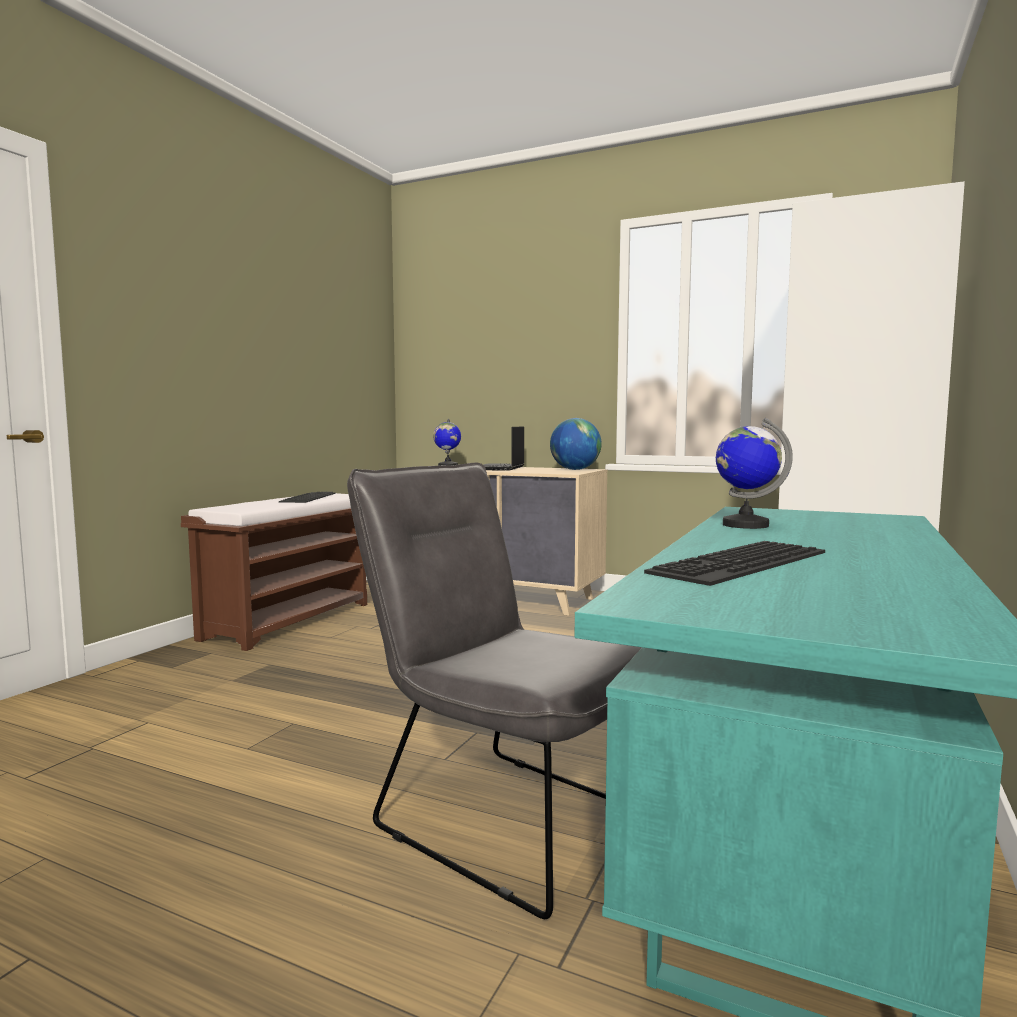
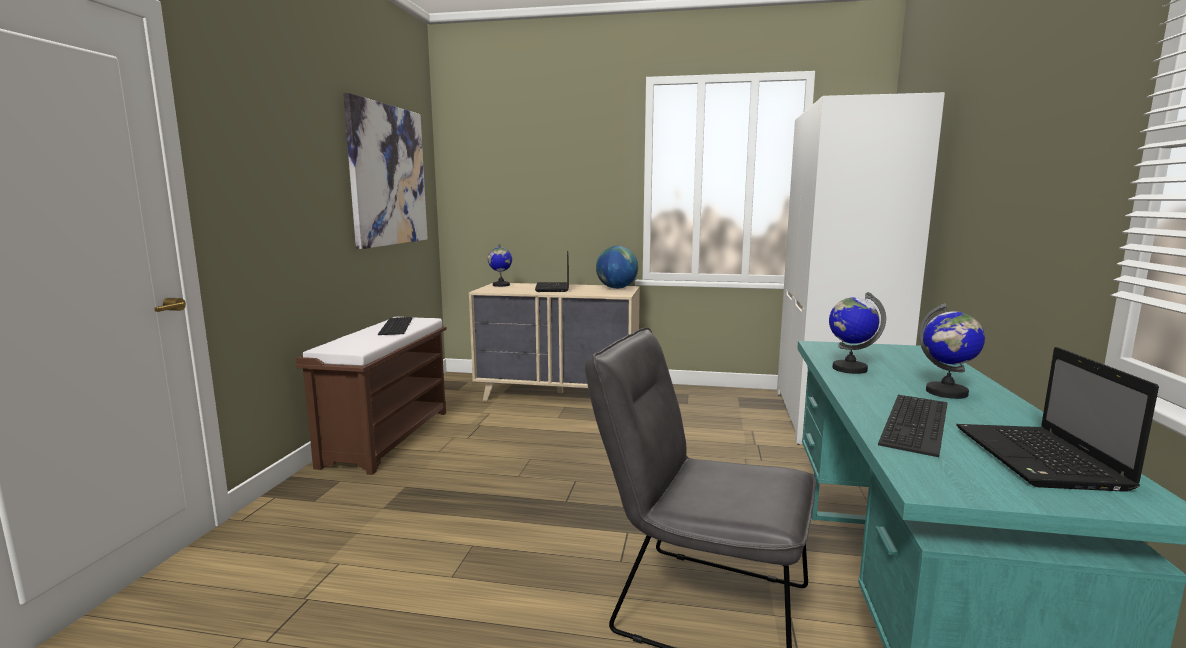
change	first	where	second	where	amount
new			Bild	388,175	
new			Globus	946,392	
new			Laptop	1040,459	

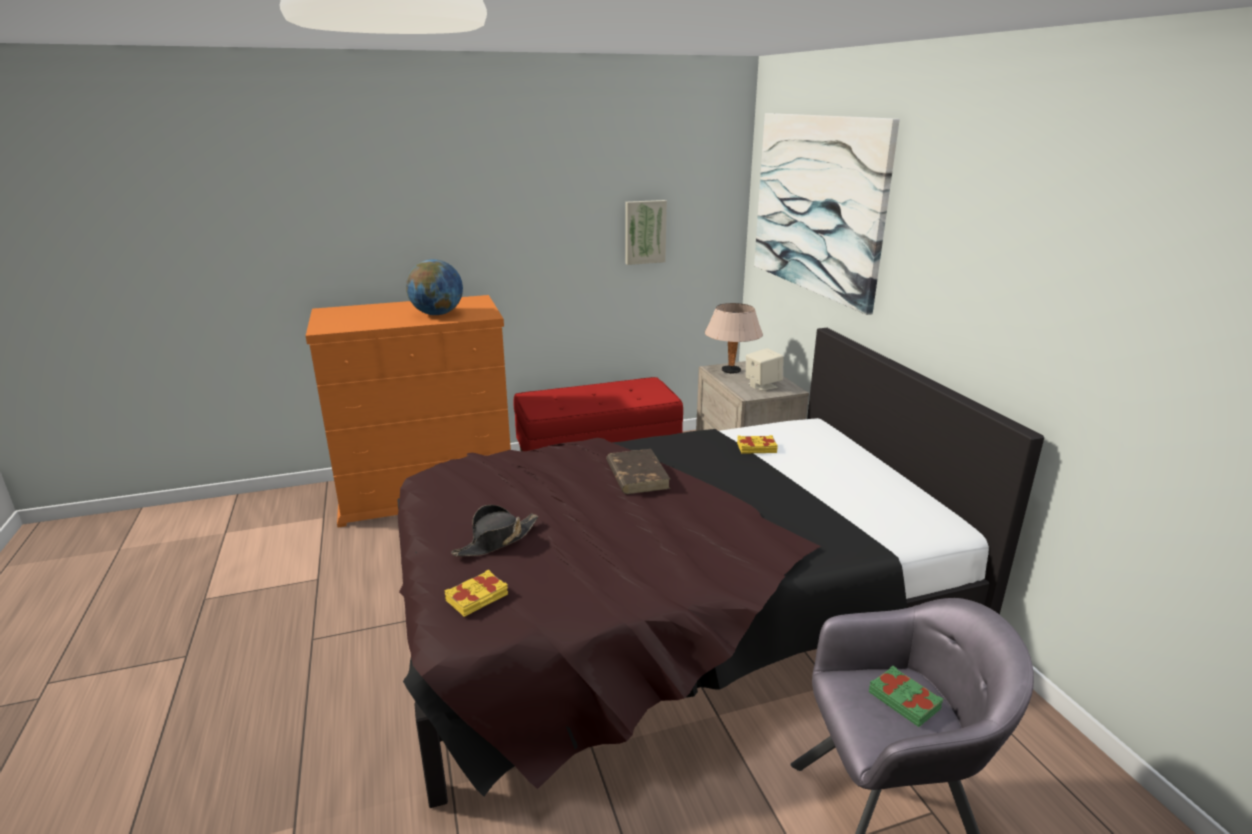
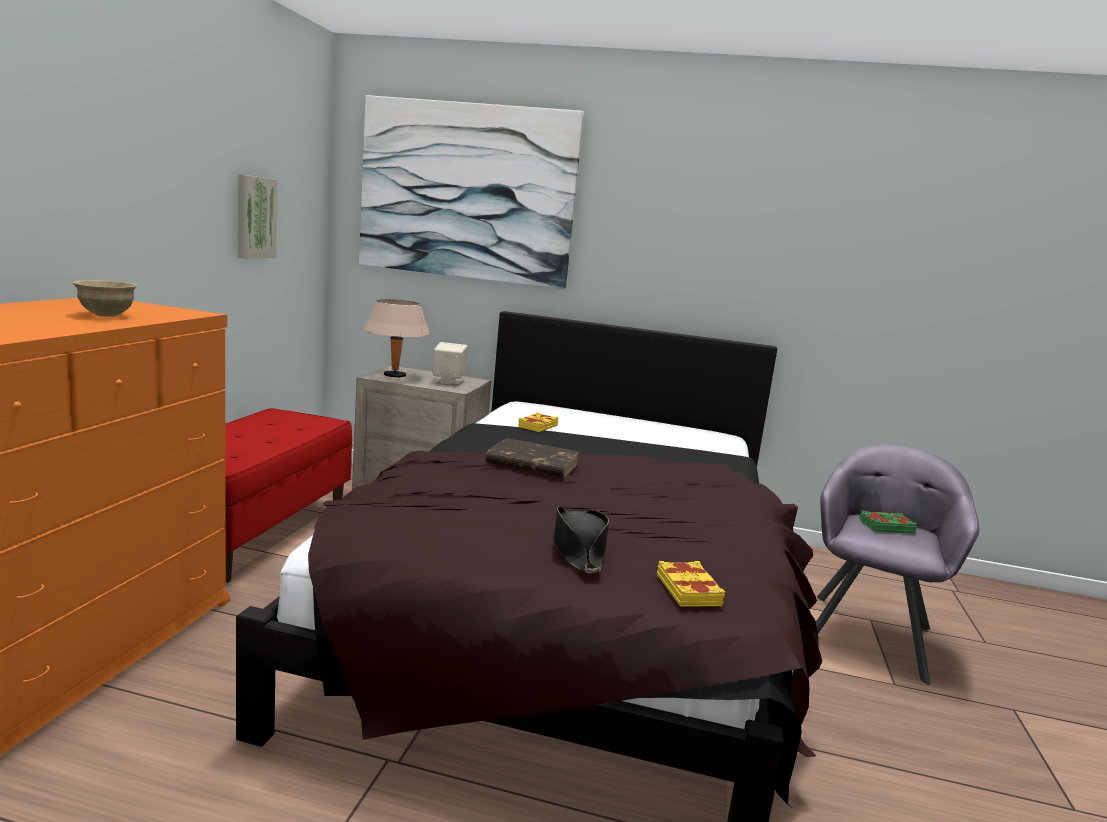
change	first	where	second	where	amount
swapped	Globus	437,314	Schüssel [beige]	106,315	

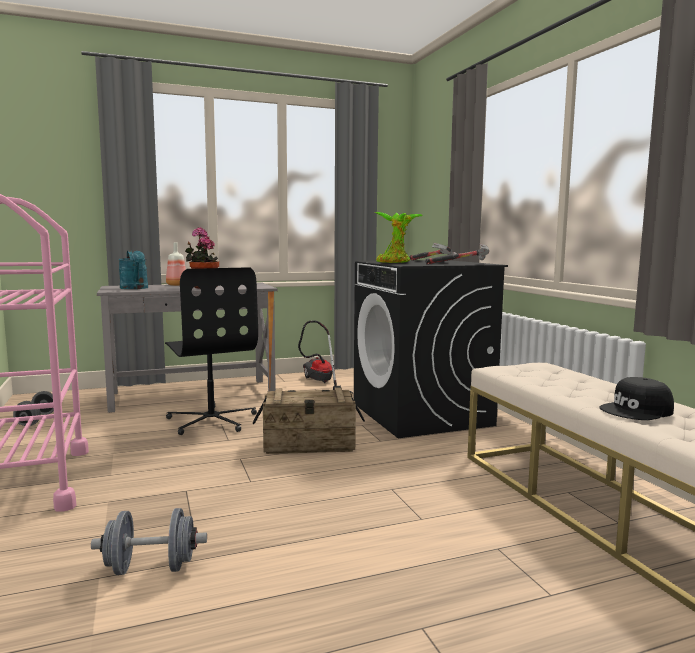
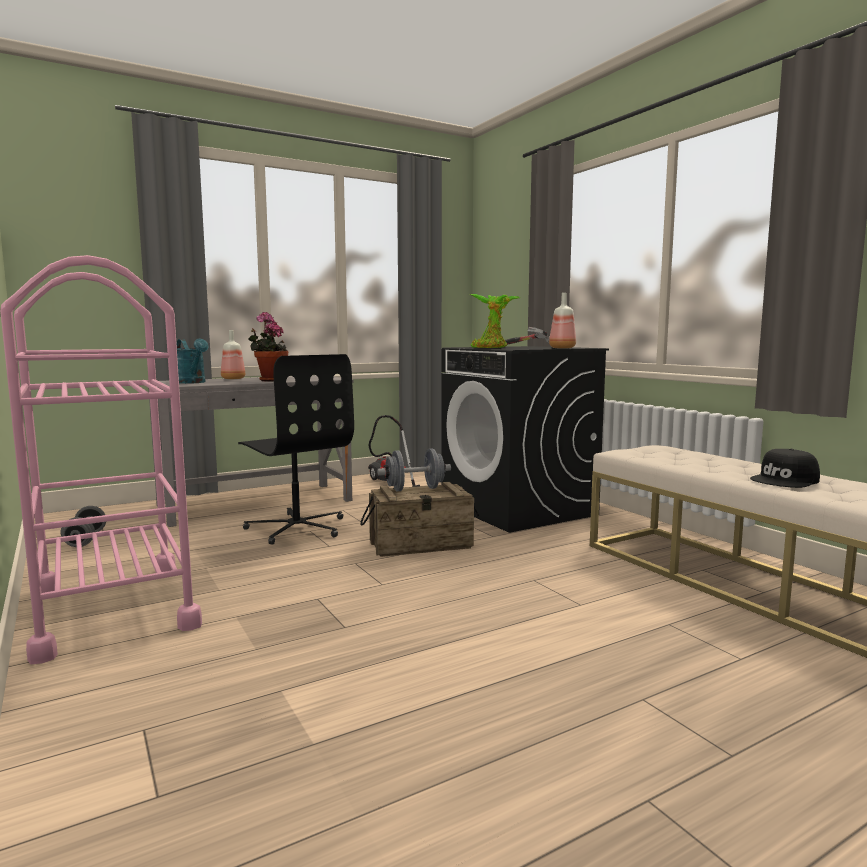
change	first	where	second	where	amount
shifted	Hantel [grau]	151,568		414,489	
swapped	Hammer	459,264	Flasche	562,348	

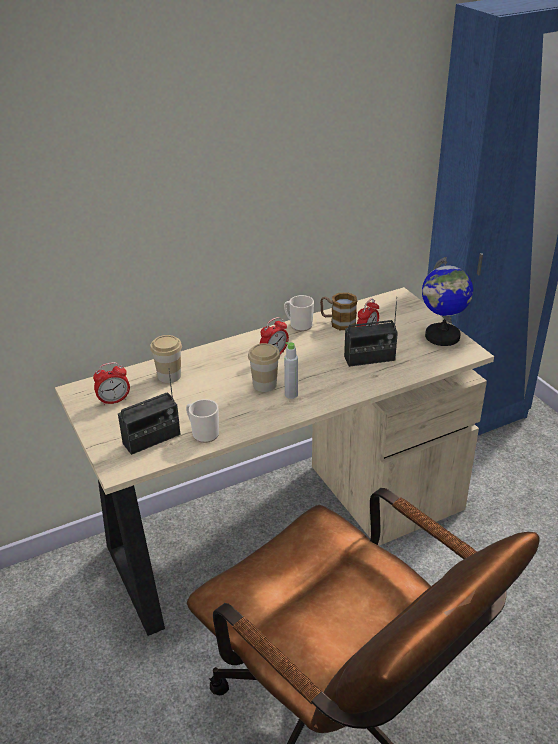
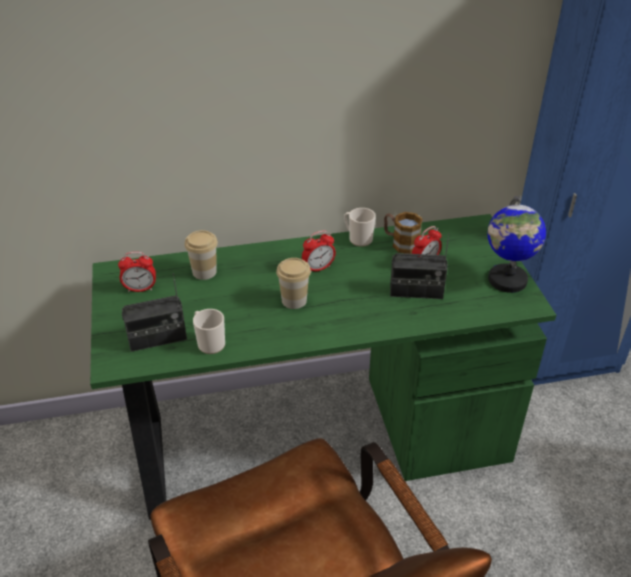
change	first	where	second	where	amount
repainted	Schreibtisch [beige]	281,527	Schreibtisch [grün]	315,437	
gone	Flasche [grau]	291,394			

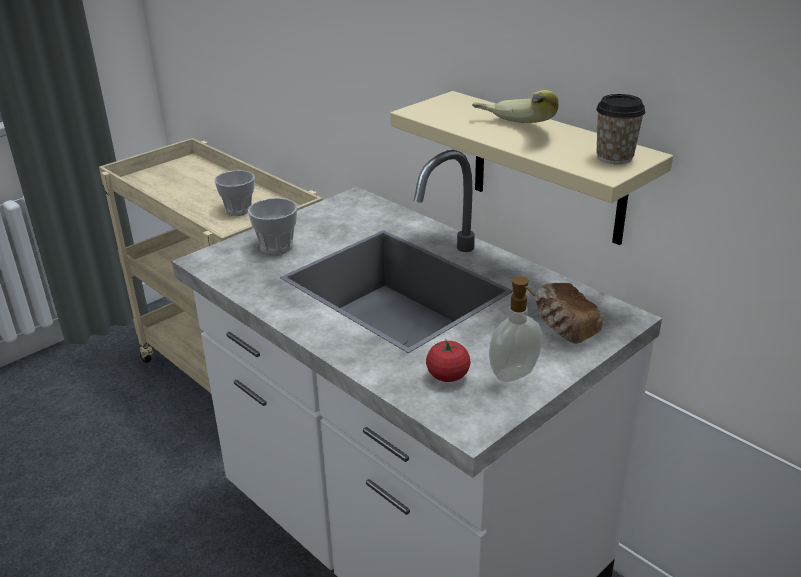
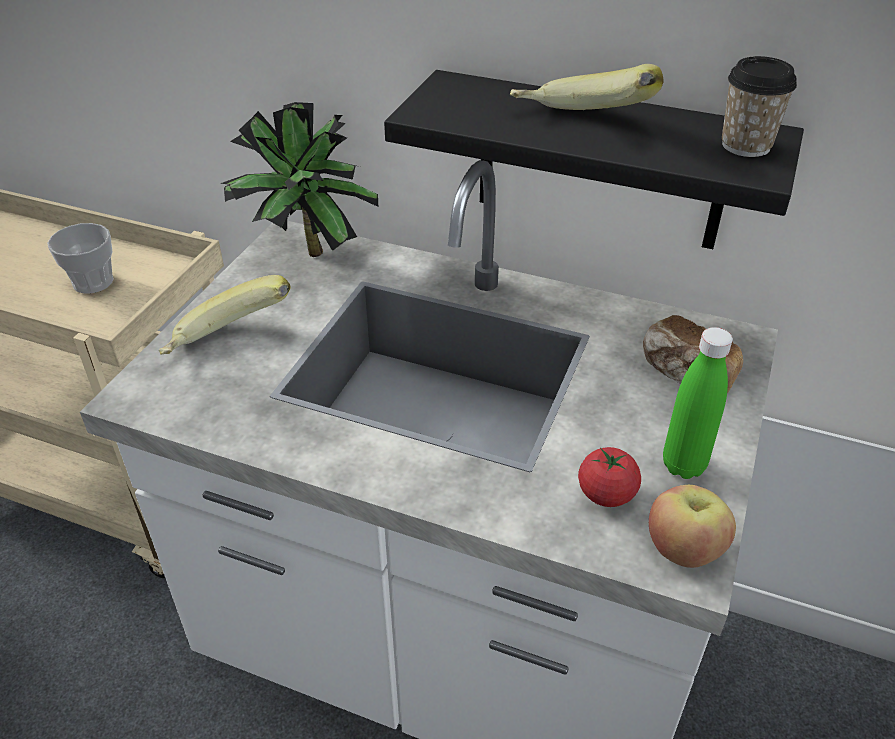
change	first	where	second	where	amount
swapped	Tasse	276,246	Banane	229,345	
repainted	Wandregal [beige]	548,168	Wandregal [schwarz]	600,162	
swapped	Seifenspender	515,375	Flasche [grün]	683,465	
new			Topfpflanze	304,254	
new			Apfel	684,548	

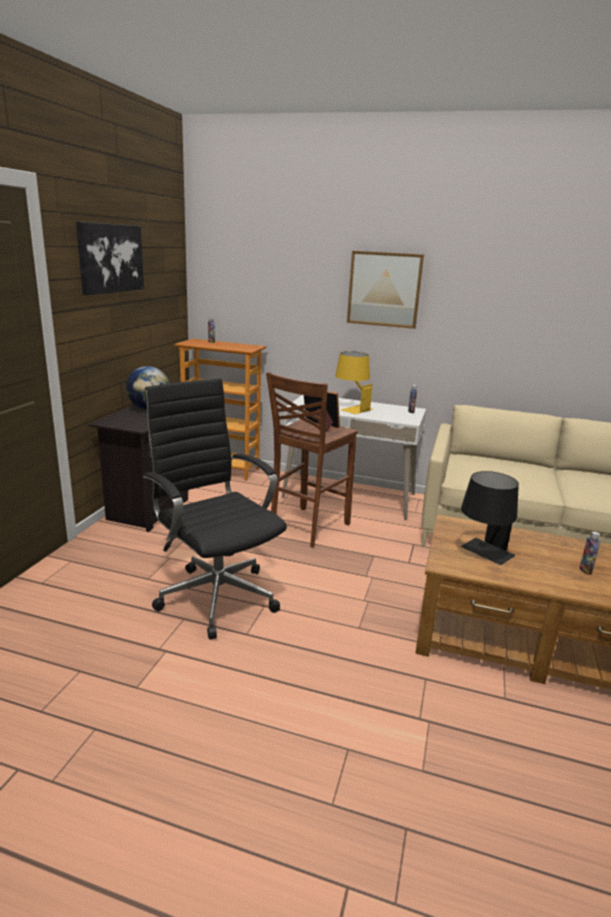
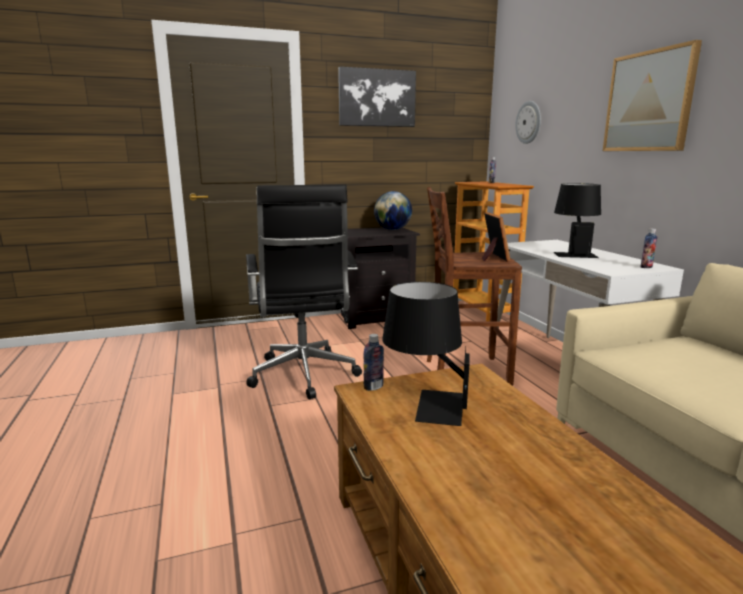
change	first	where	second	where	amount
rotated	Bürostuhl [schwarz]	215,595		304,376	150 degrees clockwise
repainted	Tischlampe [gelb]	351,408	Tischlampe [schwarz]	573,253	
shifted	Flasche	585,570		373,387	
new			Wanduhr	529,122	

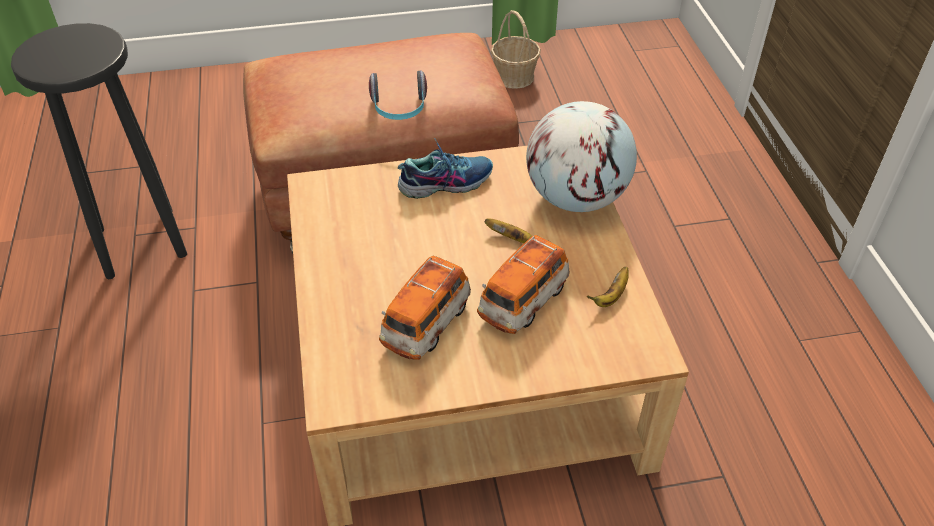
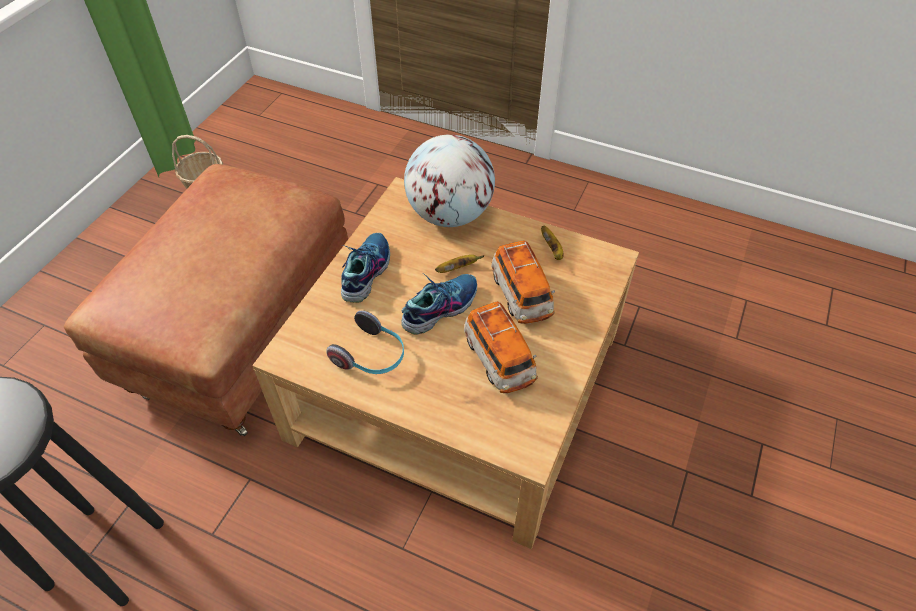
change	first	where	second	where	amount
shifted	Kopfhörer	399,109		371,356	
new			Schuh	440,308	

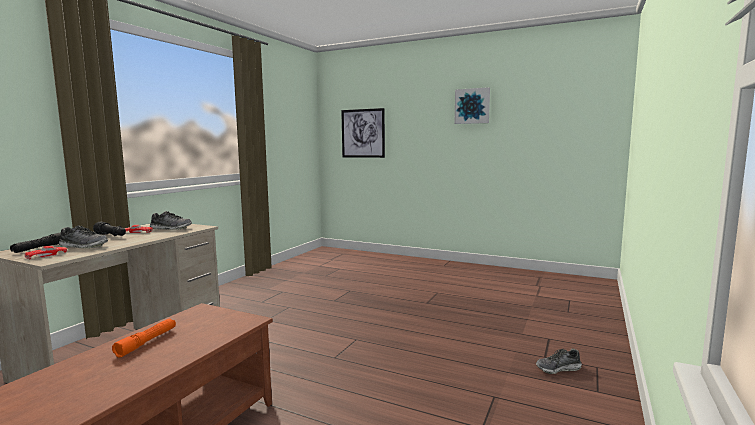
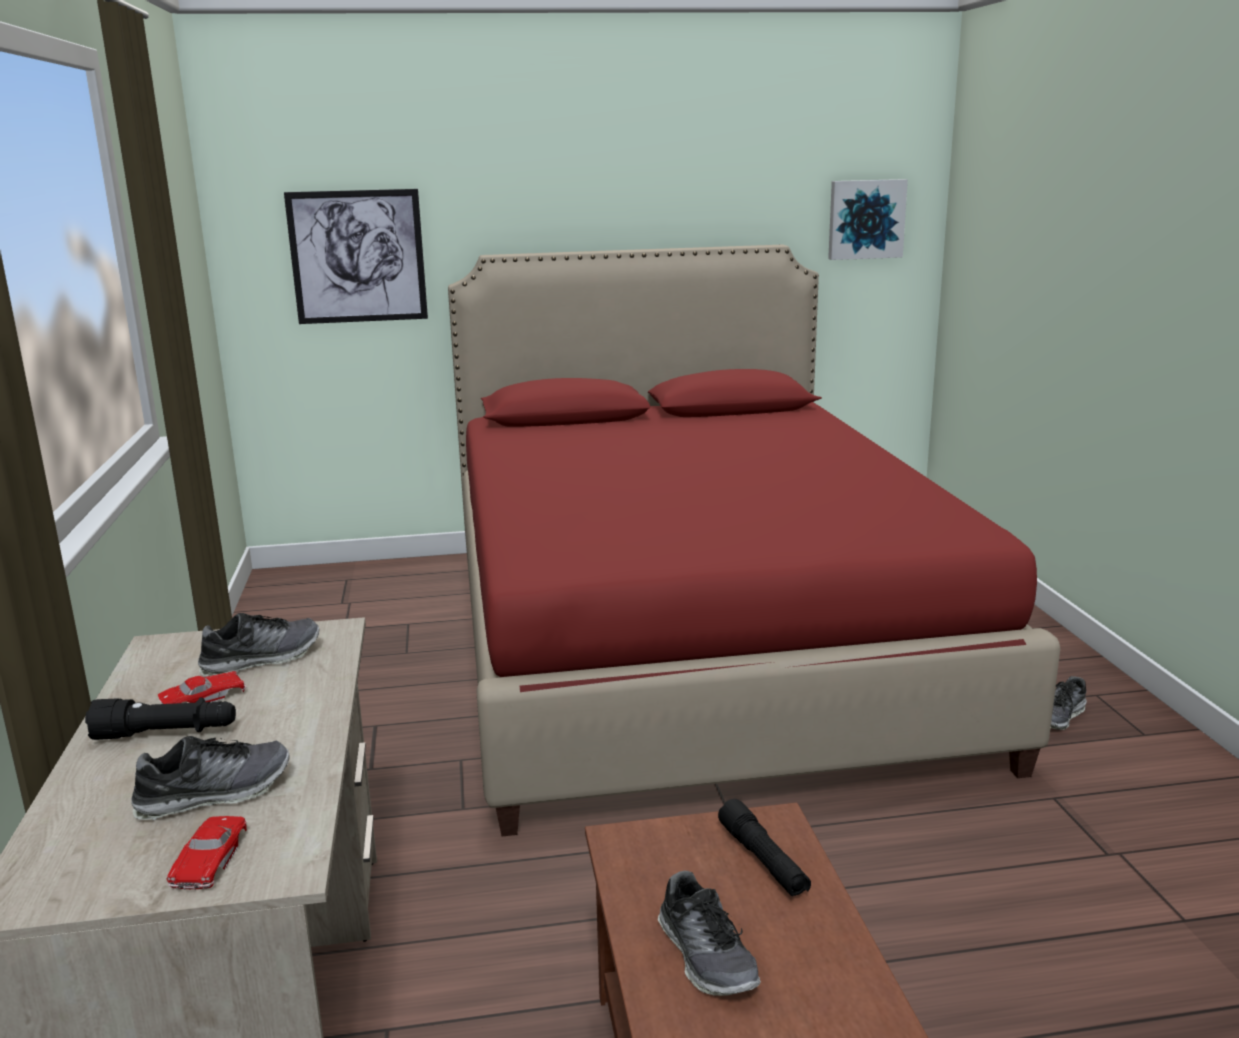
change	first	where	second	where	amount
shifted	Taschenlampe [schwarz]	40,248		763,860	
swapped	Taschenlampe [orange]	147,342	Schuh	707,956	
shifted	Bild	472,106		865,219	
new			Bett [rot]	690,642	

